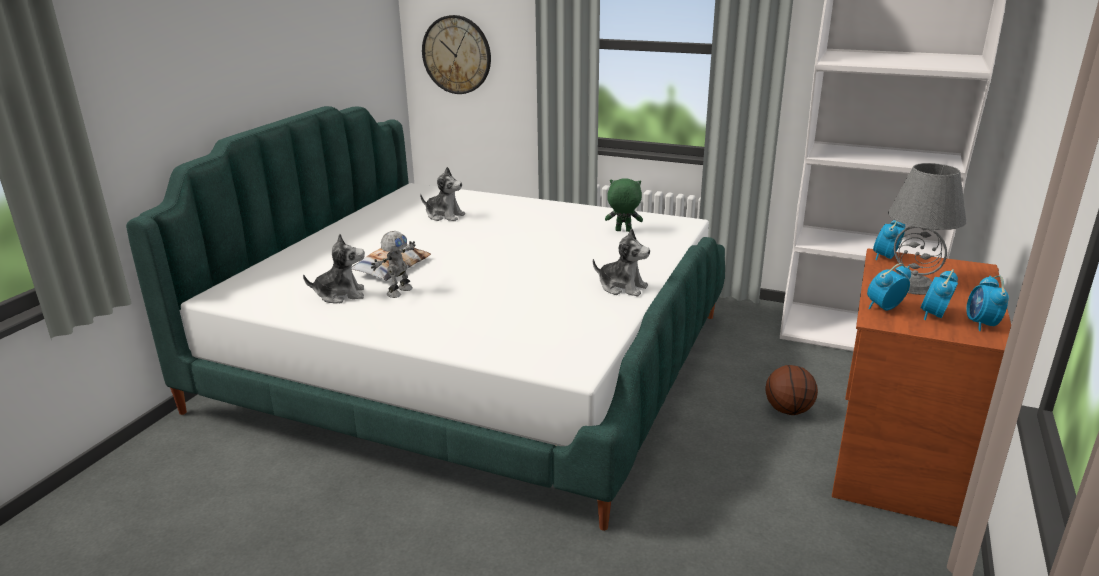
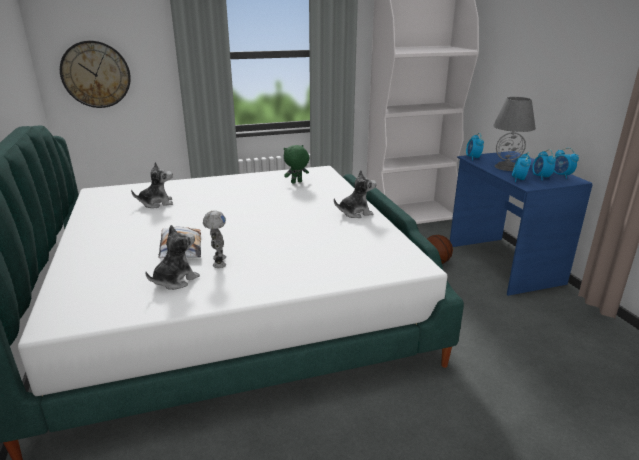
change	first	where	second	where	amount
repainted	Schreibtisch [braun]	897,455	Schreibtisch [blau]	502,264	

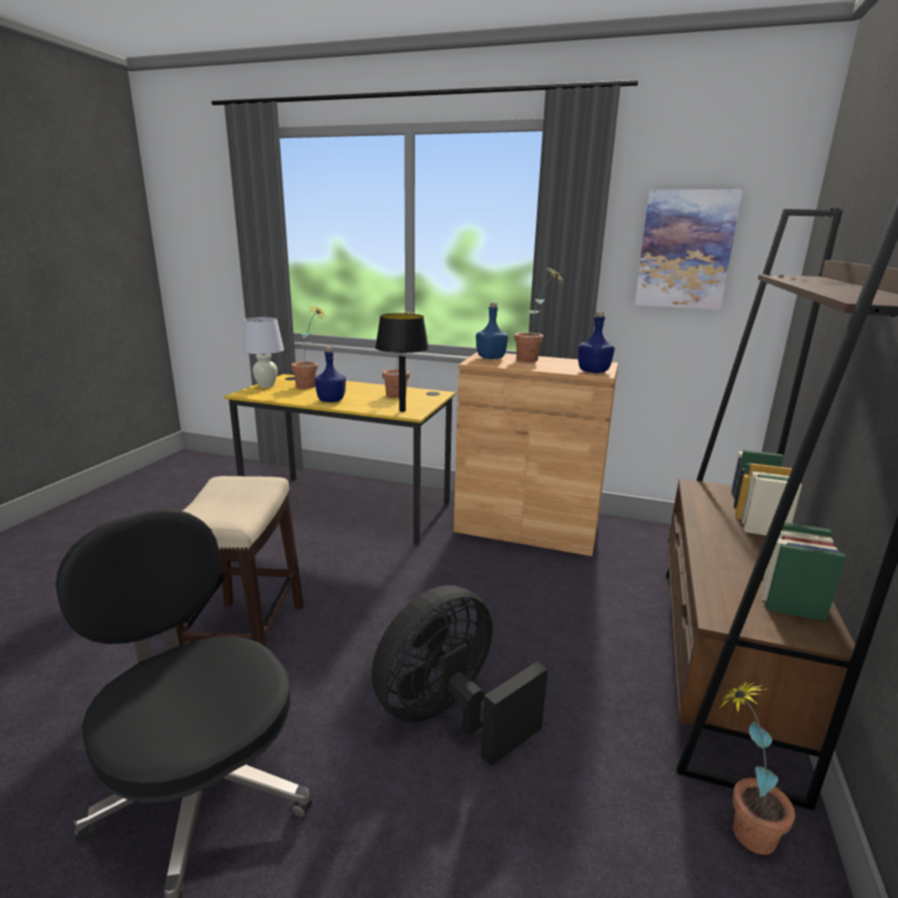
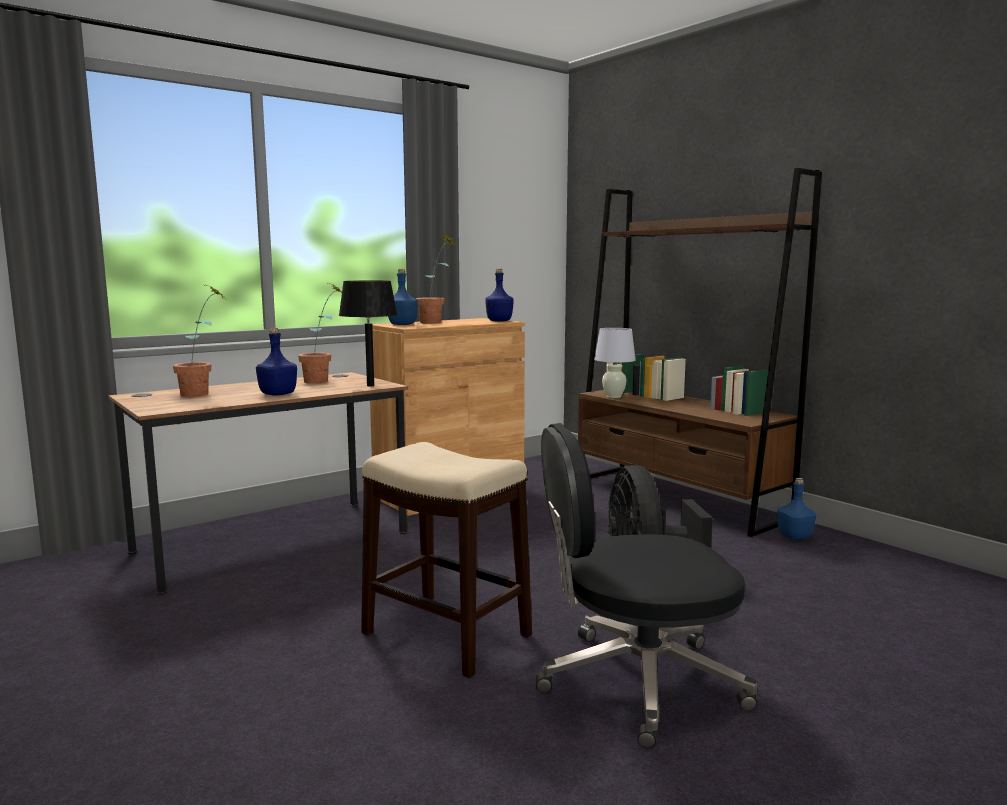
change	first	where	second	where	amount
repainted	Schreibtisch [gelb]	348,508	Schreibtisch [braun]	272,542	
shifted	Tischlampe [weiß]	266,385		613,396	
gone	Bild	685,250			
swapped	Topfpflanze	740,826	Flasche [blau]	795,537	

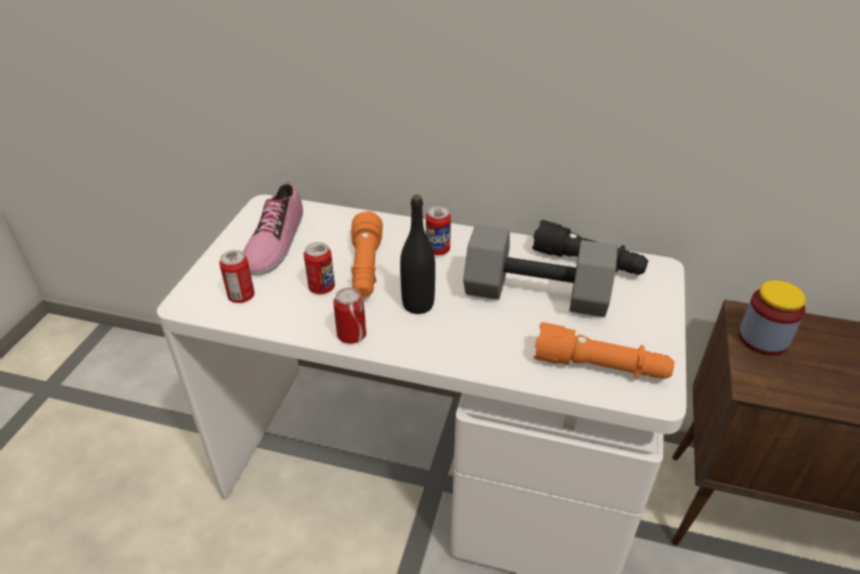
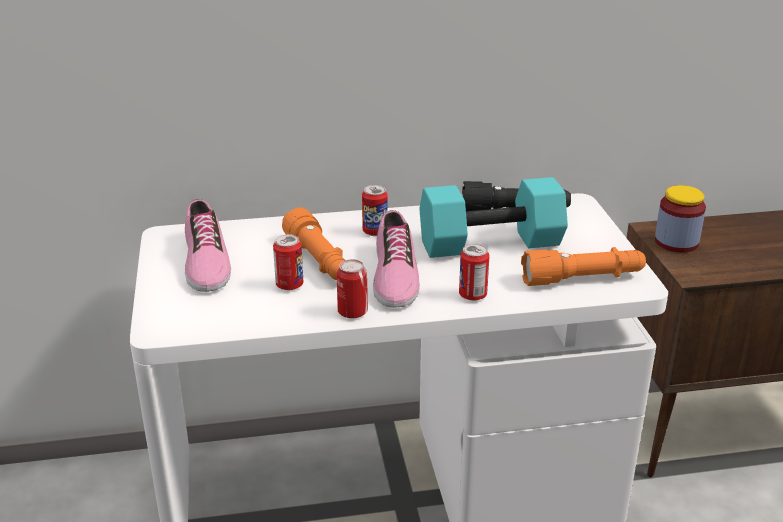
change	first	where	second	where	amount
shifted	Dose	241,296		472,295	
swapped	Flasche [schwarz]	418,304	Schuh	393,275	
repainted	Hantel [grau]	534,296	Hantel [türkis]	489,245	

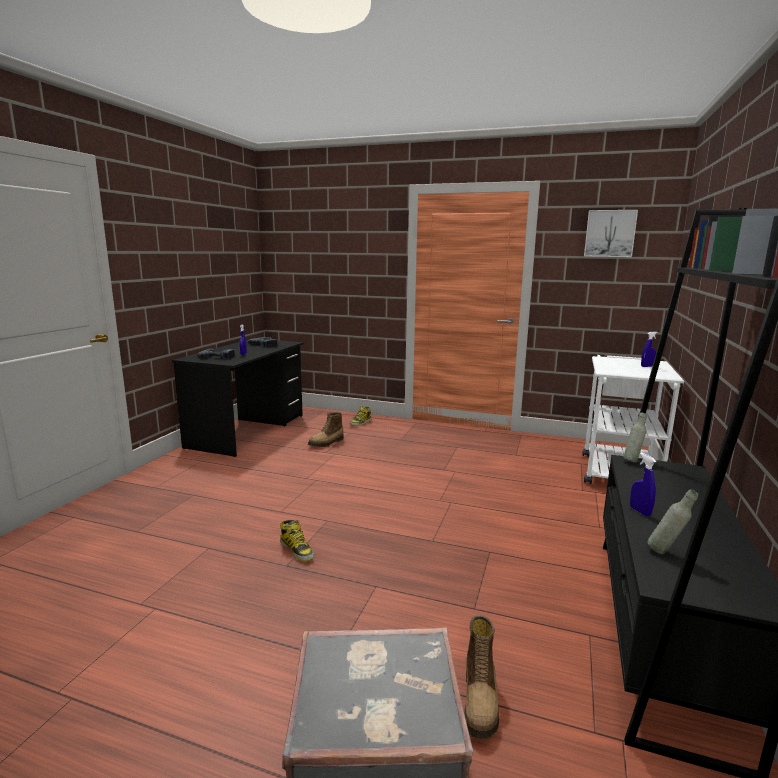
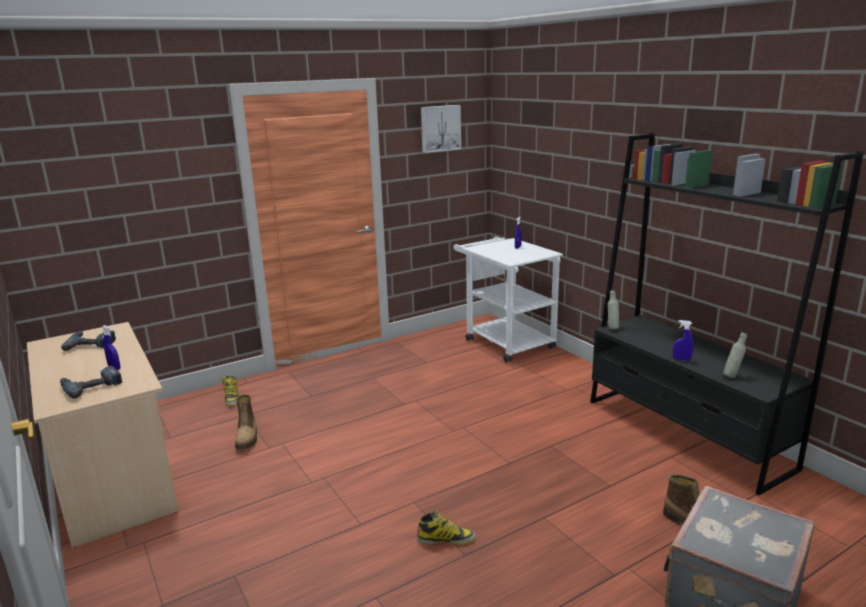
change	first	where	second	where	amount
repainted	Schreibtisch [schwarz]	248,431	Schreibtisch [beige]	113,477	

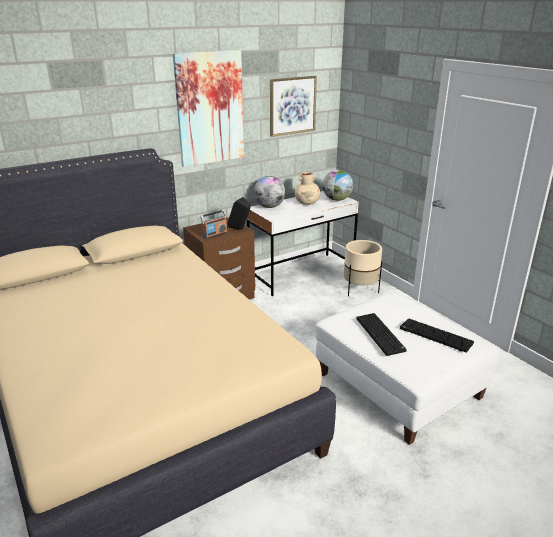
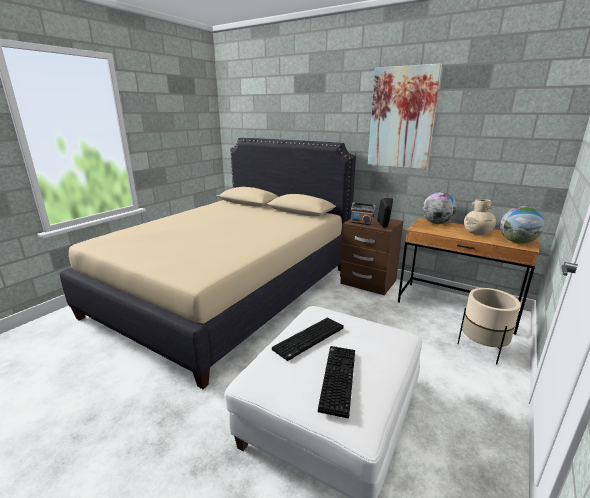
change	first	where	second	where	amount
repainted	Schreibtisch [weiß]	301,274	Schreibtisch [braun]	456,306	
gone	Bild	292,105			

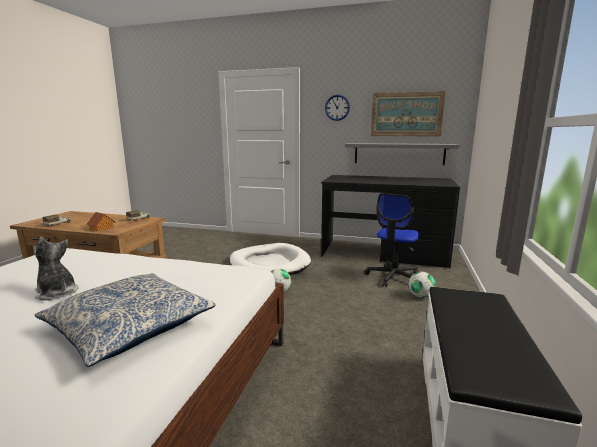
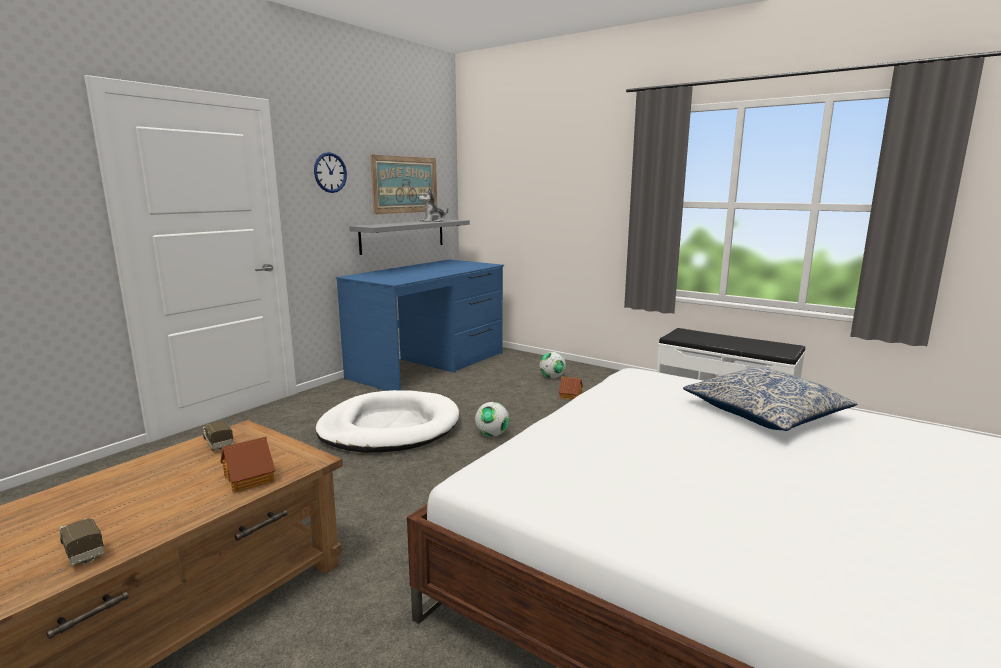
change	first	where	second	where	amount
shifted	Plüschtier	57,292		433,221	
repainted	Schreibtisch [schwarz]	384,252	Schreibtisch [blau]	429,365	
gone	Bürostuhl	393,277			
new			Spielzeughaus	570,395	

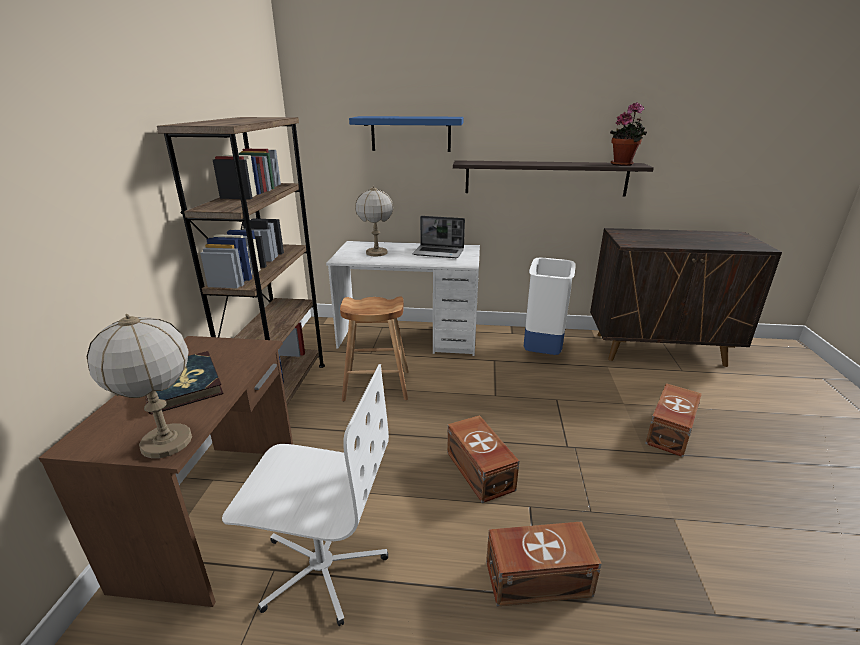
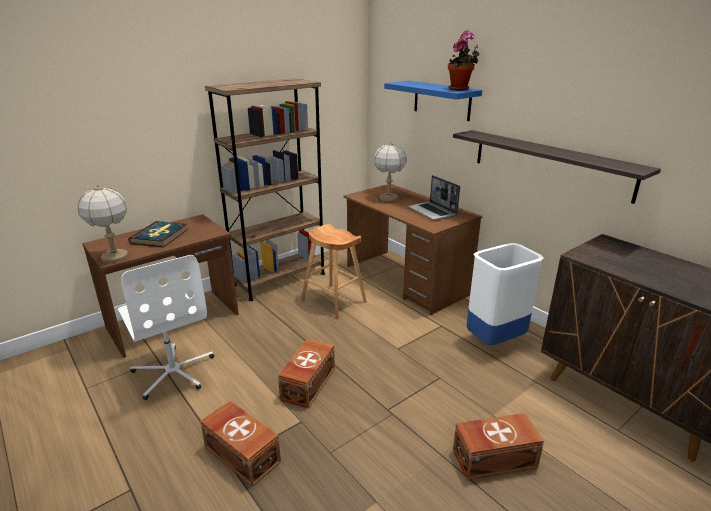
change	first	where	second	where	amount
repainted	Schreibtisch [weiß]	409,337	Schreibtisch [braun]	406,280	
shifted	Topfpflanze	623,164		460,89	

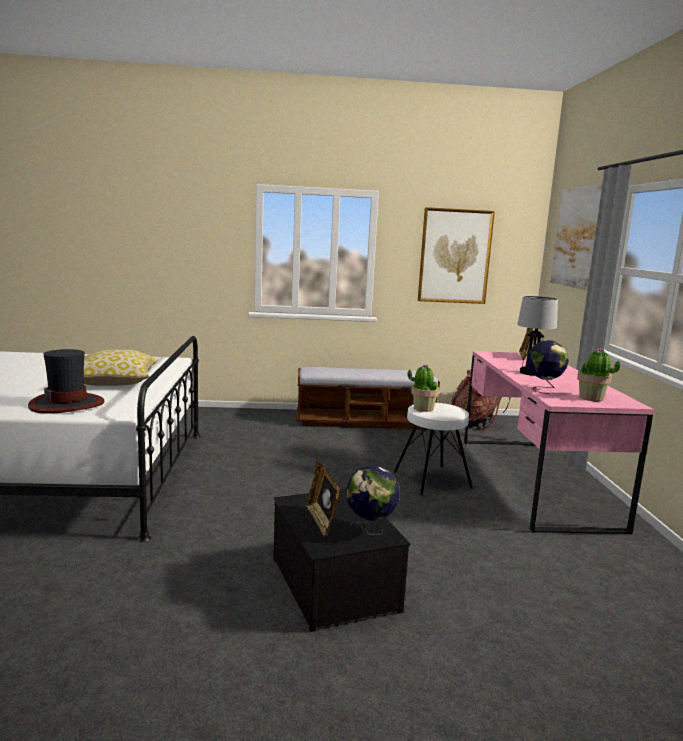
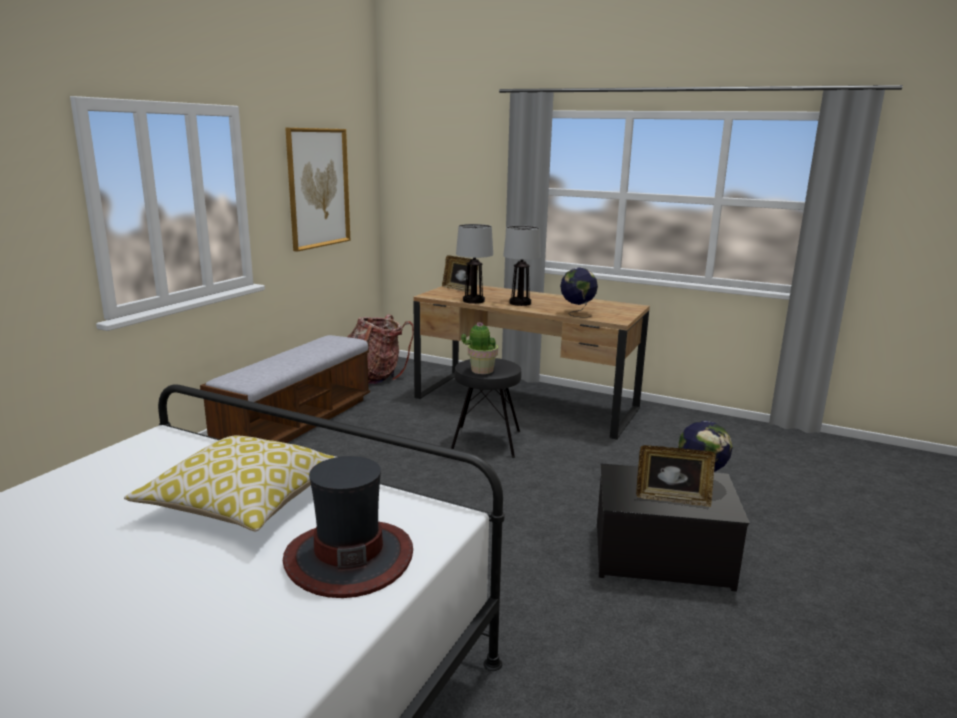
change	first	where	second	where	amount
repainted	Hocker [weiß]	431,479	Hocker [schwarz]	485,441	
repainted	Schreibtisch [rosa]	533,480	Schreibtisch [braun]	525,403	
gone	Bild	580,237			
gone	Topfpflanze	591,398			
new			Tischlampe	473,301	

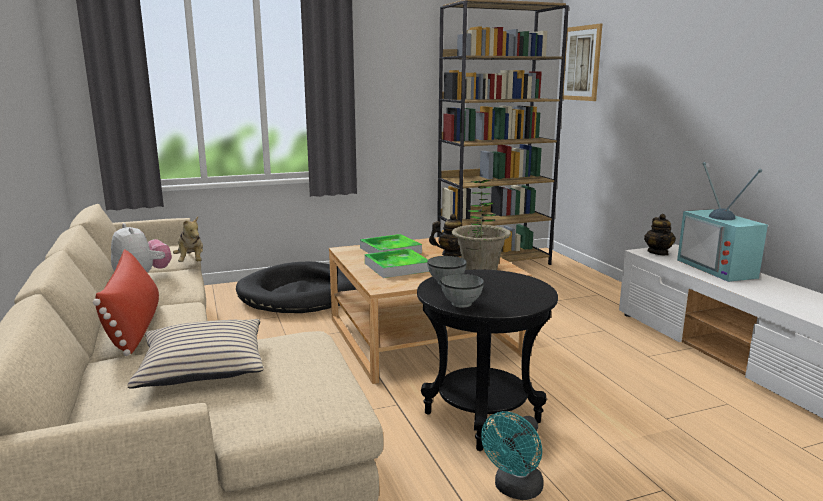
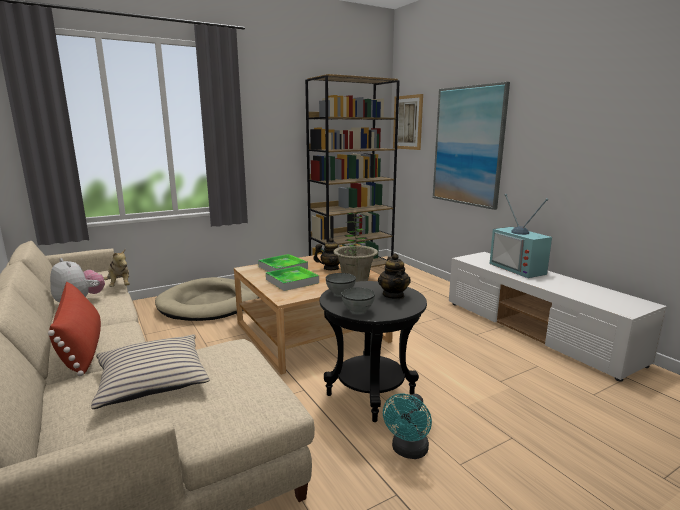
change	first	where	second	where	amount
repainted	Hundebett [schwarz]	303,294	Hundebett [beige]	210,303	
shifted	Teekanne	658,252		393,295	
new			Bild	468,146	

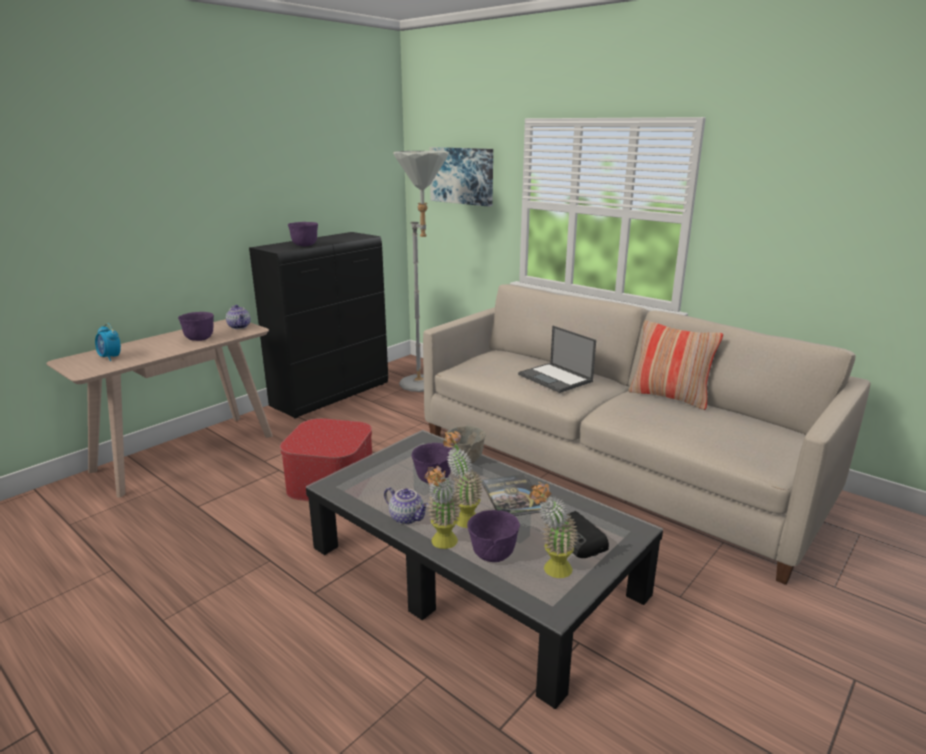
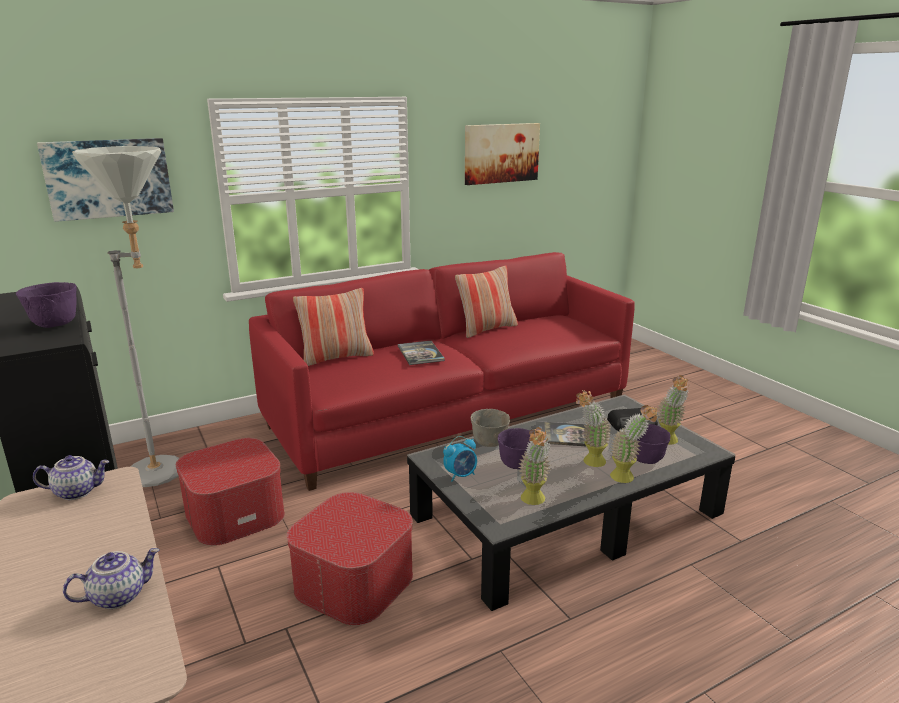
change	first	where	second	where	amount
shifted	Wecker	110,357		461,475	
gone	Schüssel [lila]	198,339			
shifted	Teekanne	407,518		119,595	
repainted	Sofa [beige]	611,468	Sofa [rot]	450,414	
swapped	Laptop	556,378	Buch	420,353	
new			Polsterhocker	235,513	
new			Kissen	336,357	
new			Bild	501,153	
new			Topfpflanze	533,502	

